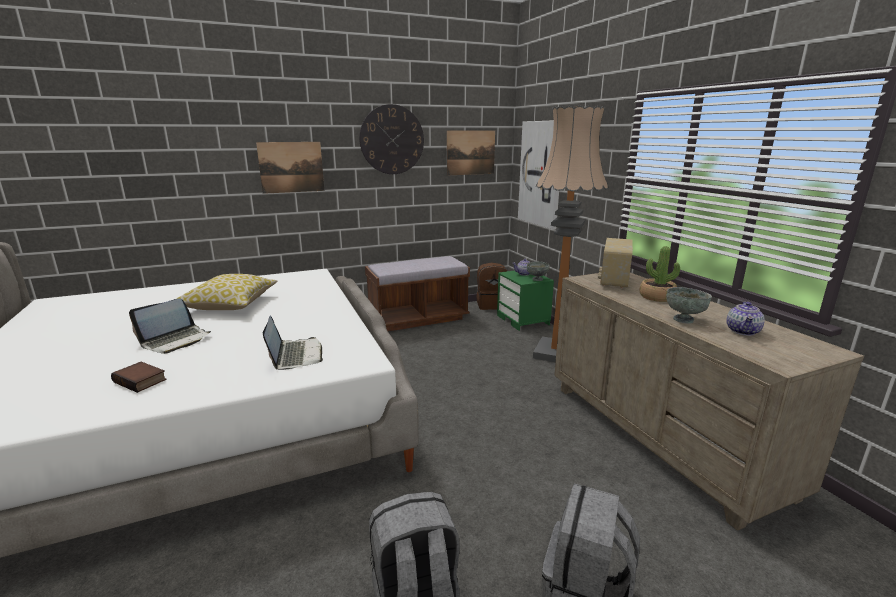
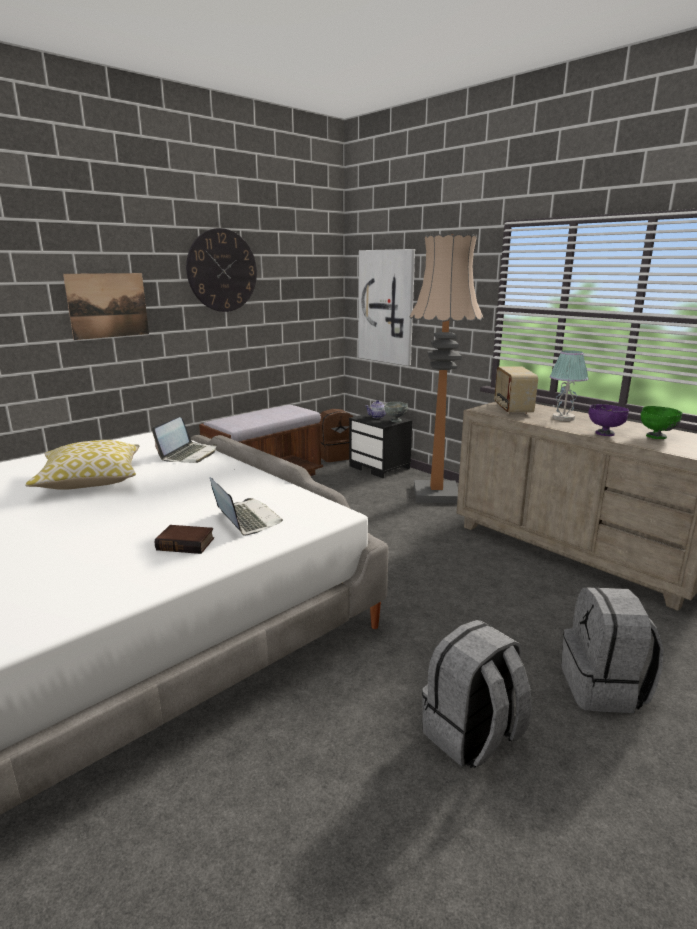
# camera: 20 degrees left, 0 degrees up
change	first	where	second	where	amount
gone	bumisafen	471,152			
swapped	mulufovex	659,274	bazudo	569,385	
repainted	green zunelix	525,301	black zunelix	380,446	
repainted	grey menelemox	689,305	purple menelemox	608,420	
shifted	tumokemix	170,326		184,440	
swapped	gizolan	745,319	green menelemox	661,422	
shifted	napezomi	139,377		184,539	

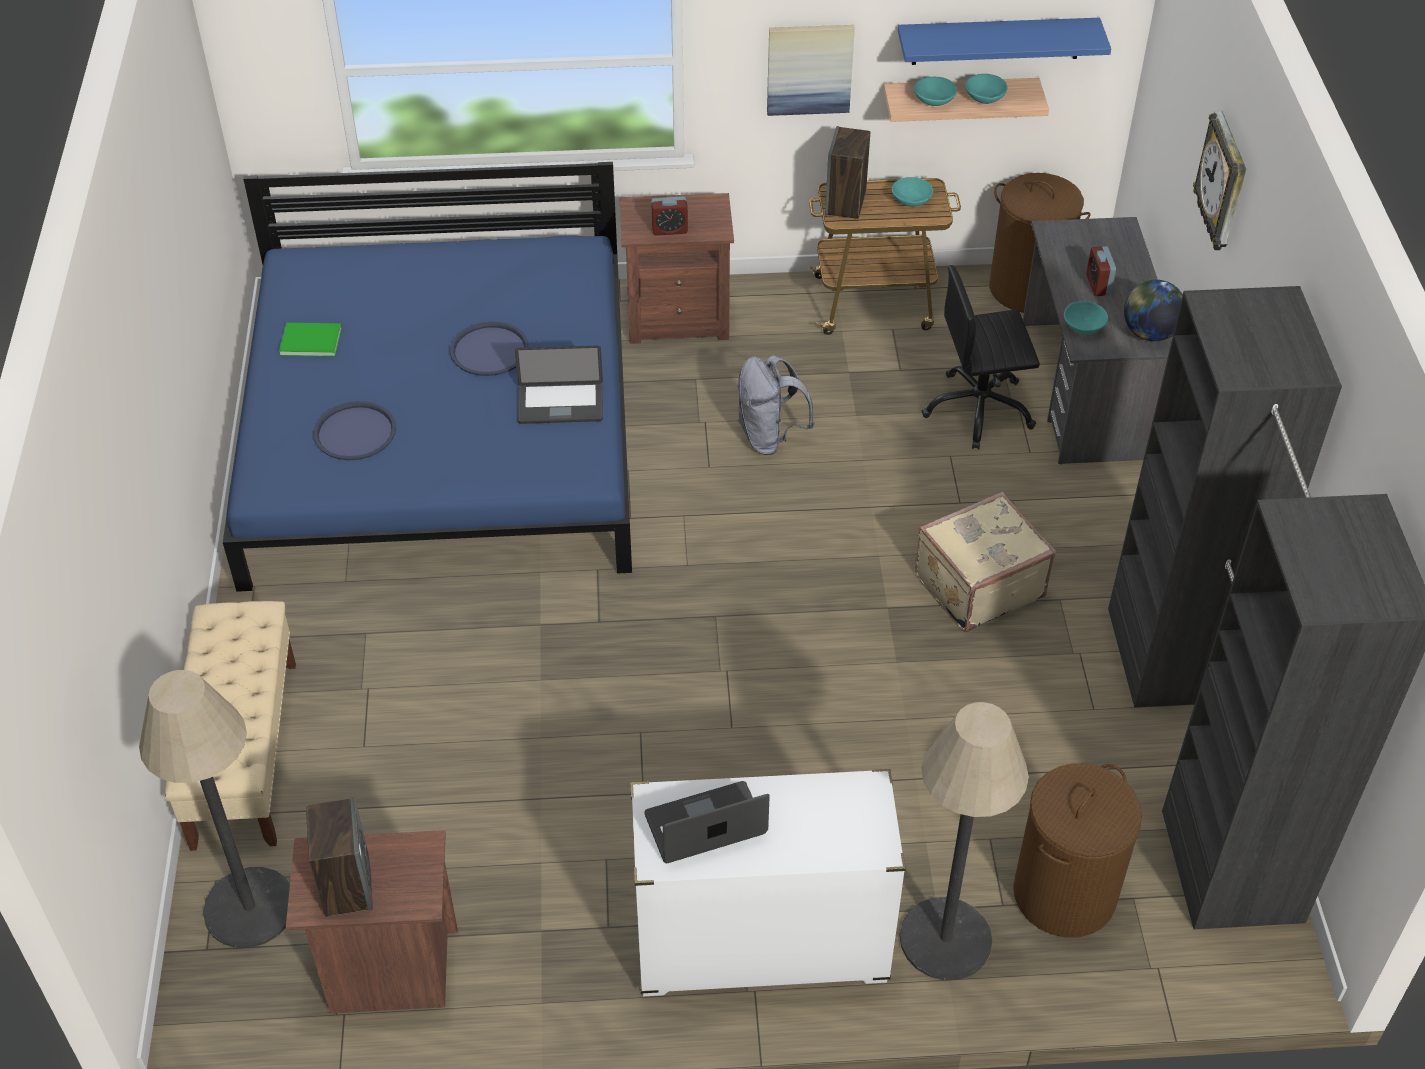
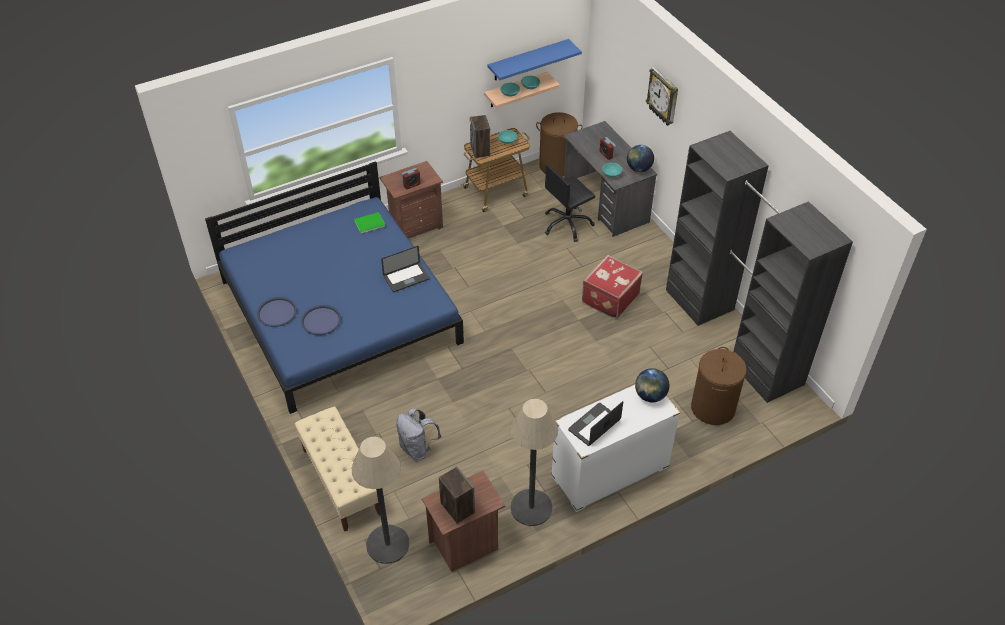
# camera: 25 degrees left, 0 degrees up
change	first	where	second	where	amount
gone	bumisafen	811,70			
shifted	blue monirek	489,348		277,312	
shifted	green napezomi	310,340		369,223	
shifted	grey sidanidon	775,405		418,434	
repainted	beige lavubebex	985,562	red lavubebex	612,287	
shifted	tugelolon	964,841		534,462	
new			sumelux	652,385	

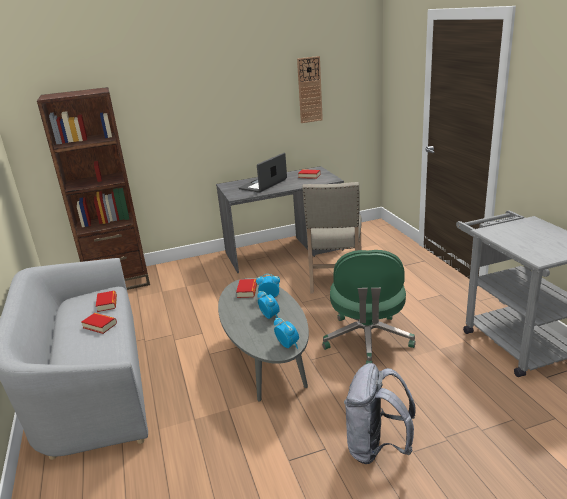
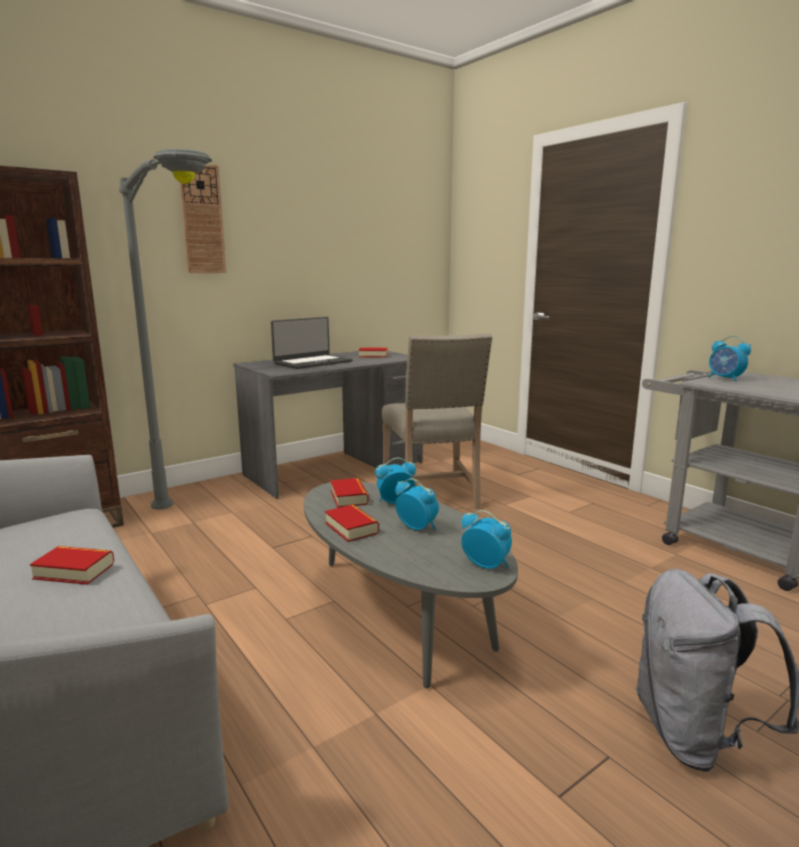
# camera: 20 degrees left, 10 degrees down
change	first	where	second	where	amount
shifted	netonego	310,89		203,218	
rotated	tumokemix	263,173		311,343	150 degrees counterclockwise
gone	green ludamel	369,307			
shifted	napezomi	106,301		352,523	
new			grey tugelolon	165,329	
new			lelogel	729,359	

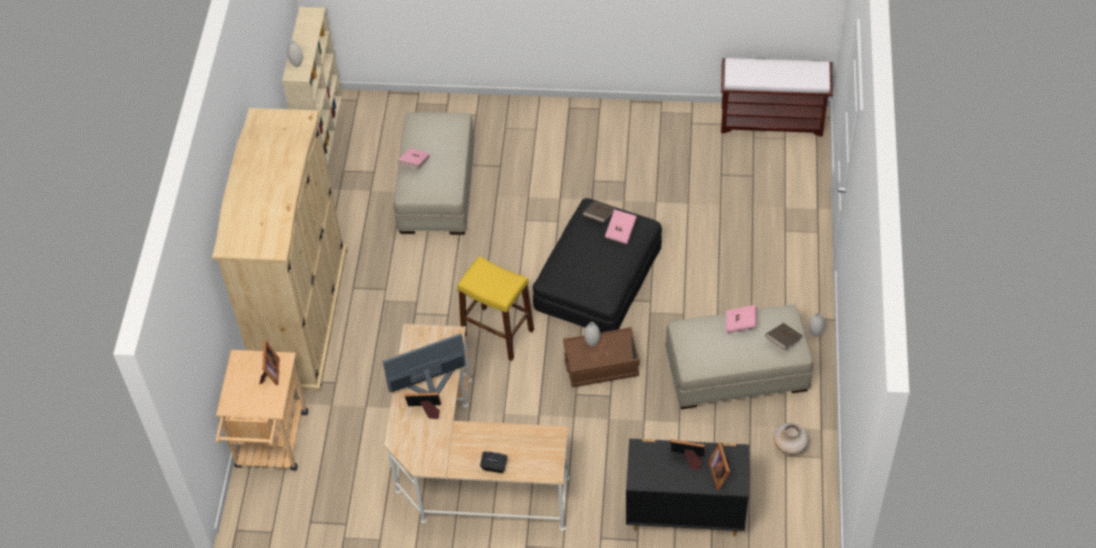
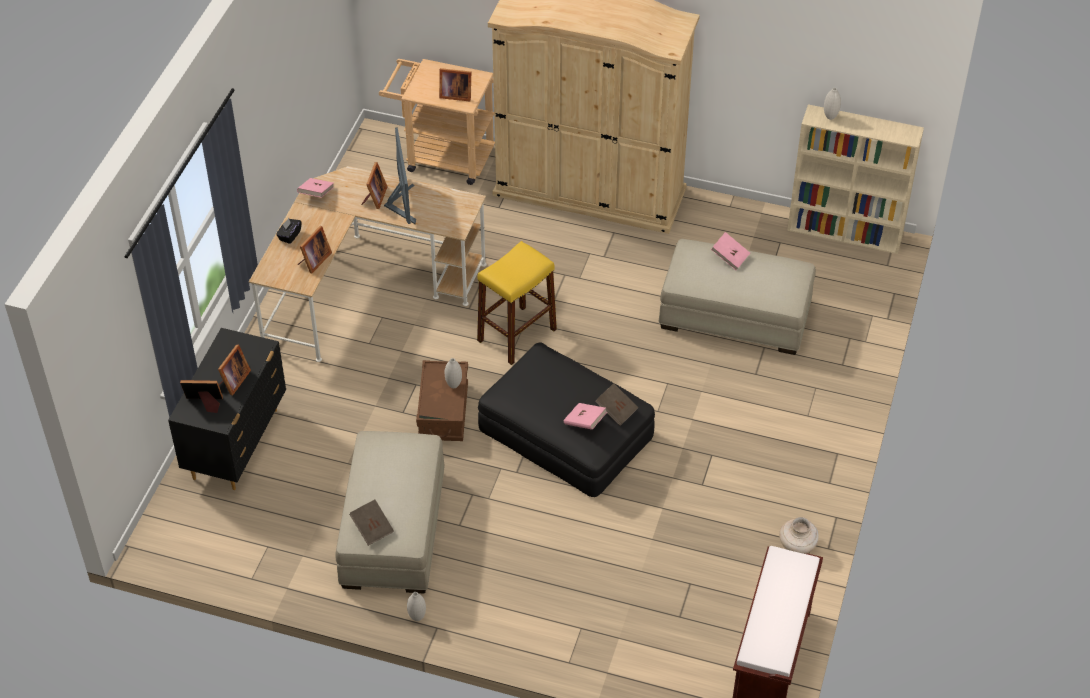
# camera: 100 degrees right, 5 degrees down
change	first	where	second	where	amount
shifted	pink napezomi	741,319		315,188	
shifted	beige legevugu	790,439		799,535	
new			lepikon	315,249	

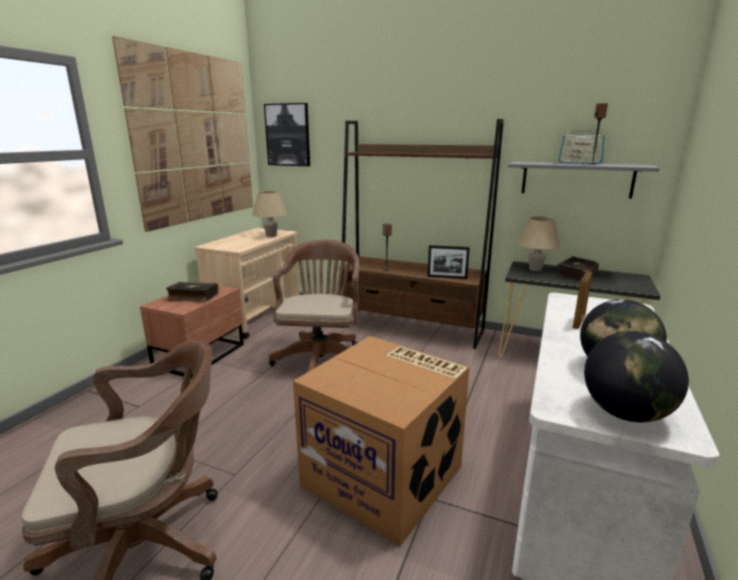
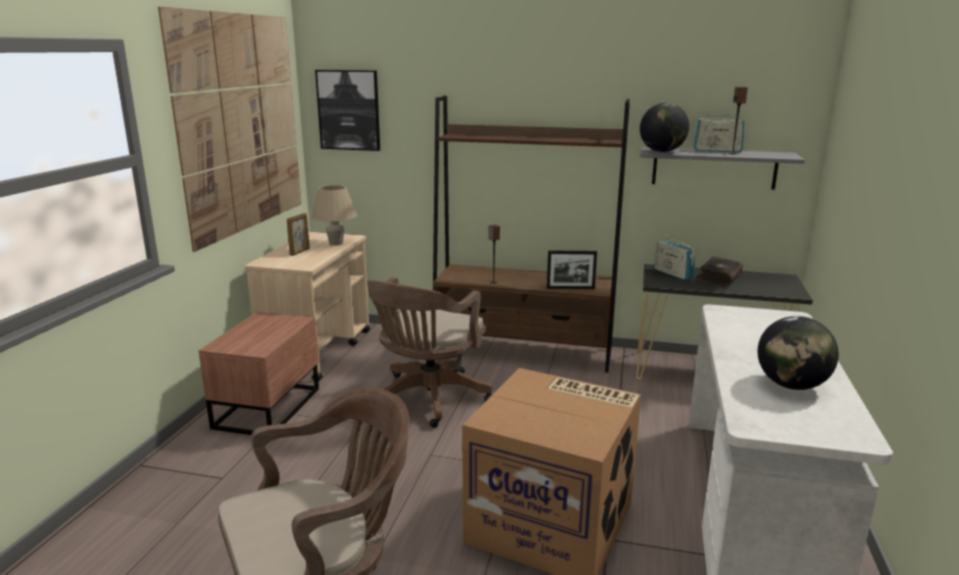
# camera: 10 degrees left, 0 degrees up
change	first	where	second	where	amount
swapped	beige bazudo	539,244	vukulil	674,257	
rotated	brown ludamel	314,306		429,352	150 degrees counterclockwise
shifted	lepikon	582,300		298,234	
gone	napezomi	192,292			
shifted	sumelux	636,376		664,127	

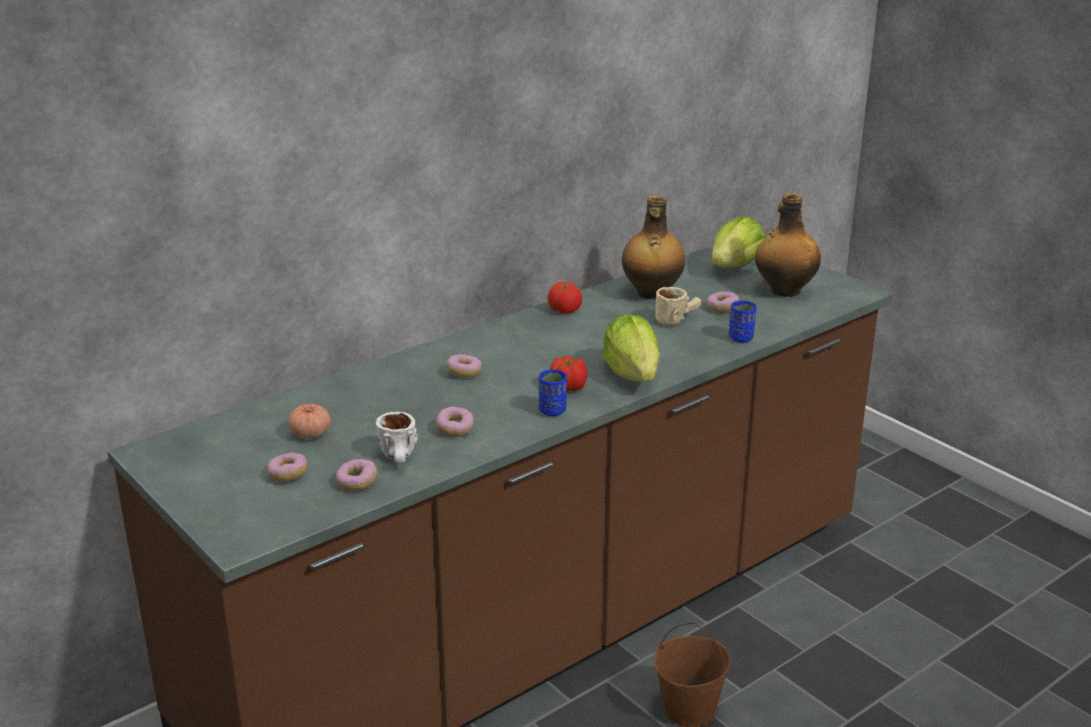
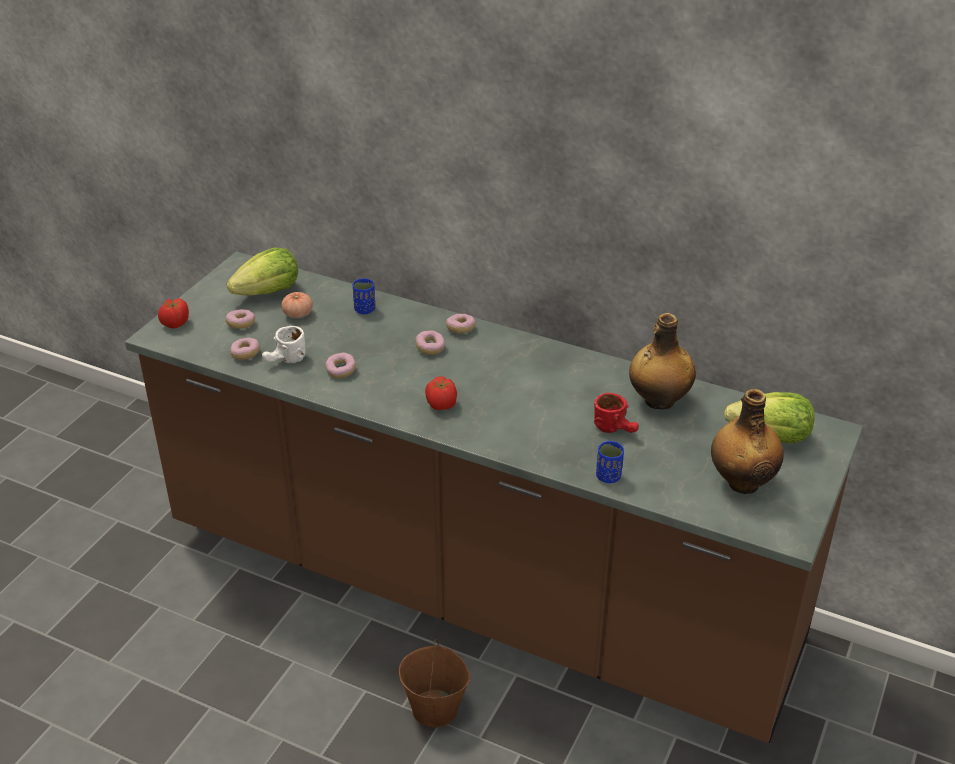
# camera: 65 degrees right, 10 degrees up
change	first	where	second	where	amount
shifted	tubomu	565,297		173,313	
repainted	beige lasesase	678,306	red lasesase	616,413	
shifted	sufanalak	723,301		461,323	
shifted	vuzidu	631,348		262,271	
shifted	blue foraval	553,392		364,296	

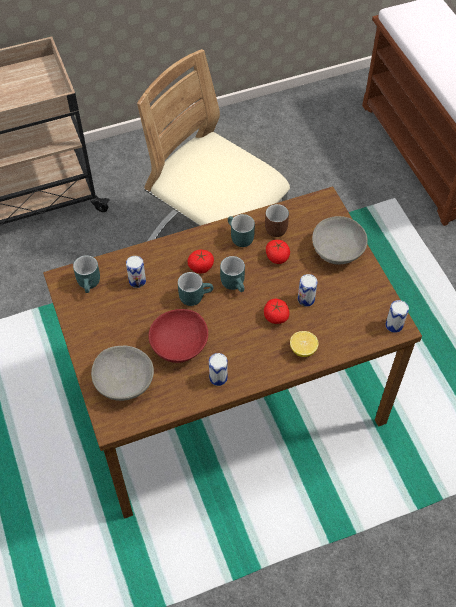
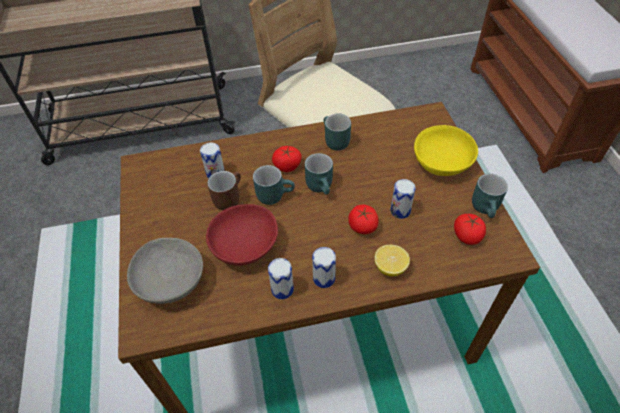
# camera: 10 degrees right, 5 degrees down
change	first	where	second	where	amount
shifted	brown lasesase	277,220		224,190	
repainted	grey menelemox	340,240	yellow menelemox	446,150	
shifted	tubomu	278,252		470,229	
shifted	turquoise lasesase	86,274		490,196	
shifted	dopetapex	397,316		324,267	

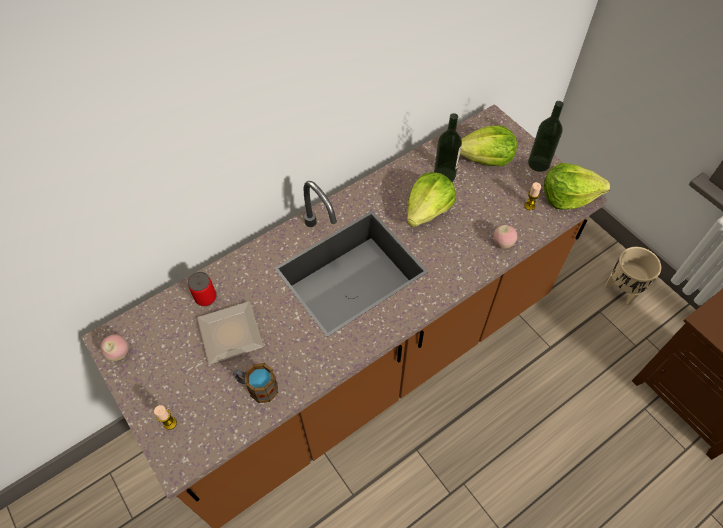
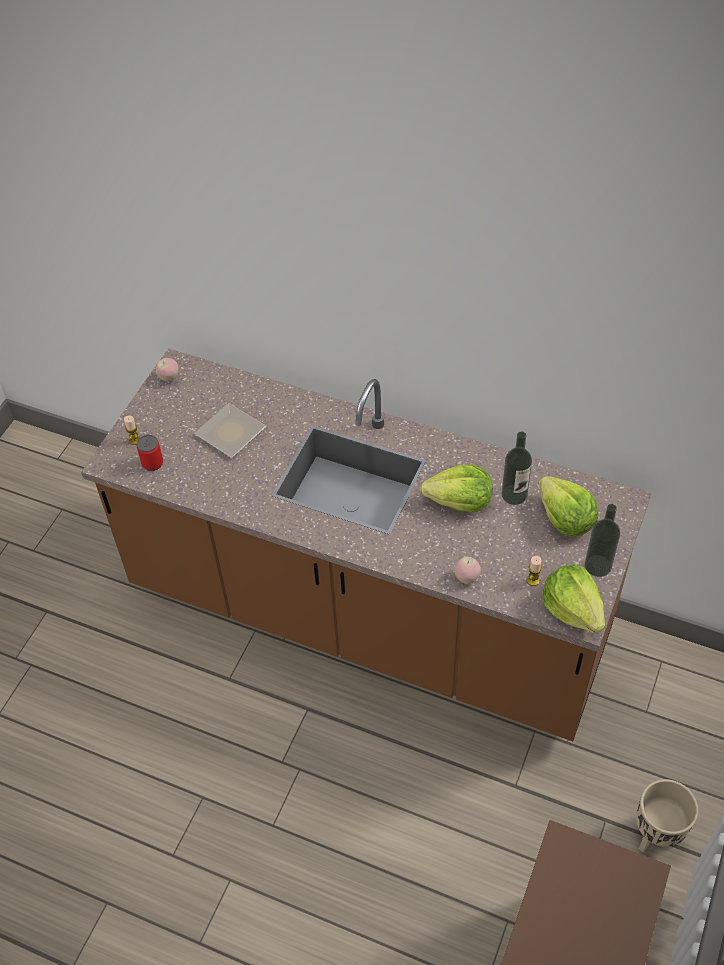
# camera: 60 degrees right, 5 degrees down
change	first	where	second	where	amount
shifted	dopetapex	202,289		150,453	
gone	lasesase	255,383			

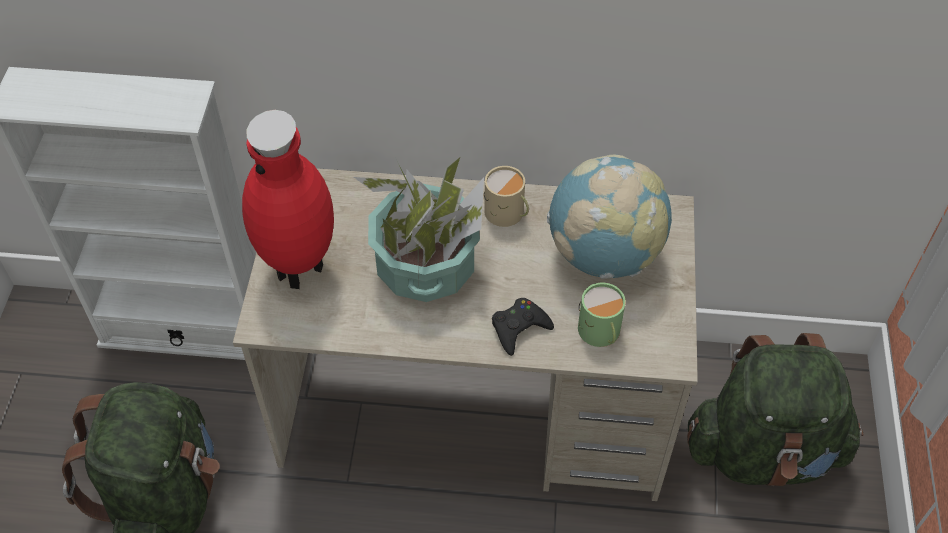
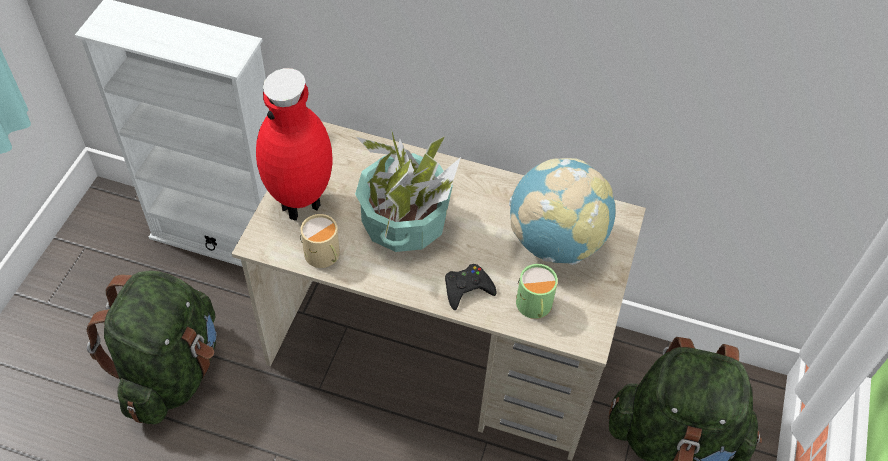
# camera: 10 degrees right, 0 degrees up
change	first	where	second	where	amount
shifted	beige lasesase	506,196		320,241	

